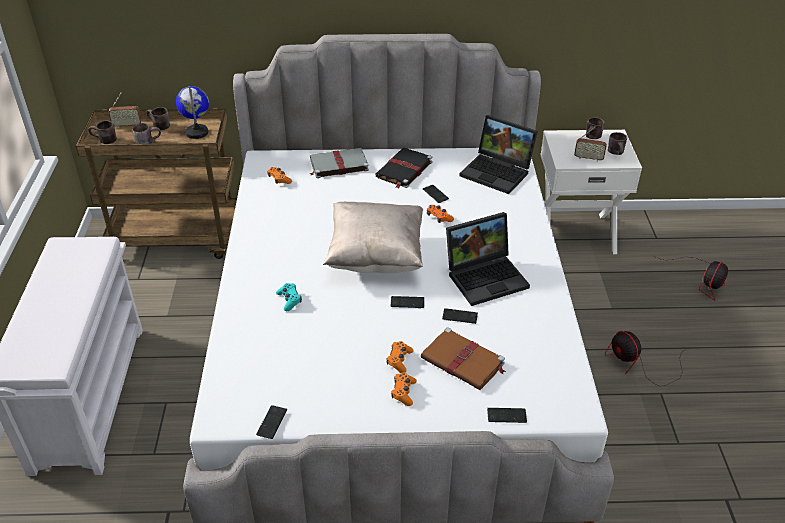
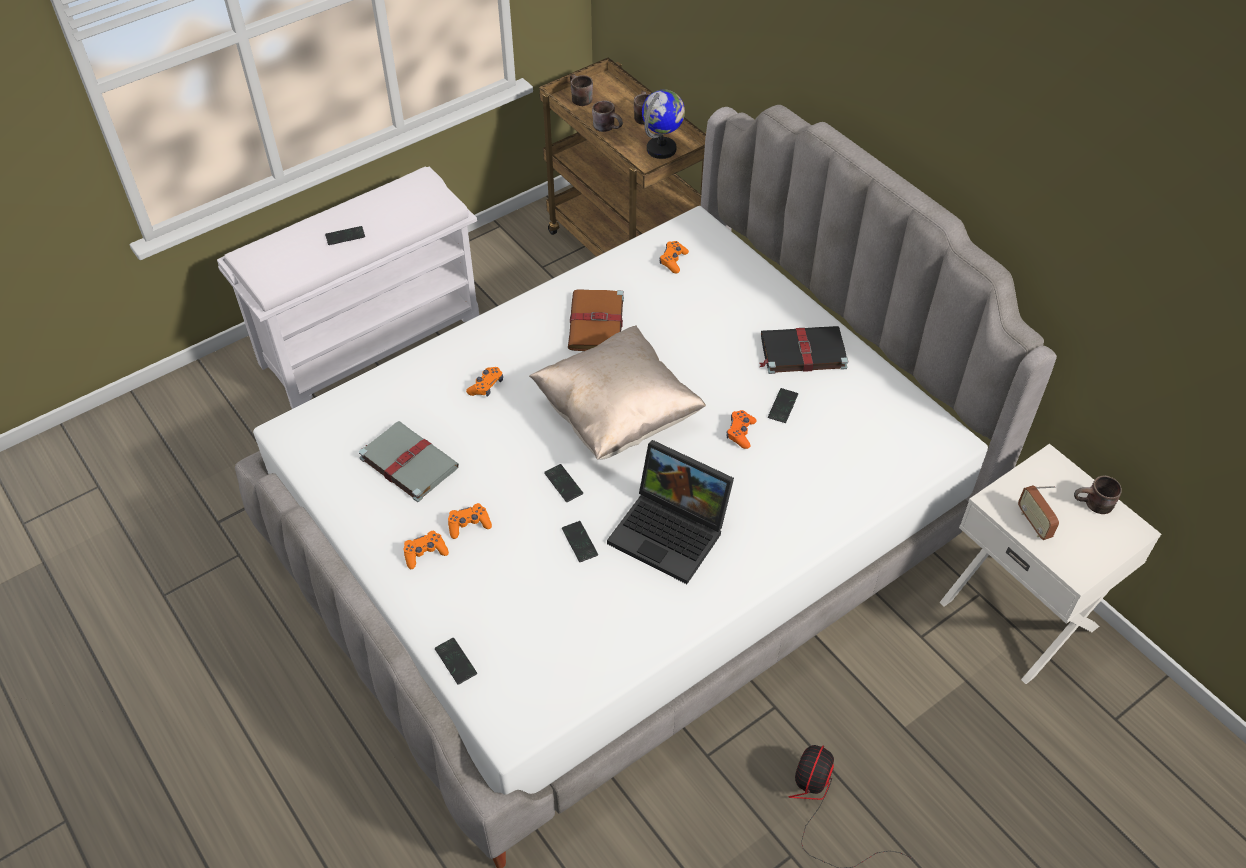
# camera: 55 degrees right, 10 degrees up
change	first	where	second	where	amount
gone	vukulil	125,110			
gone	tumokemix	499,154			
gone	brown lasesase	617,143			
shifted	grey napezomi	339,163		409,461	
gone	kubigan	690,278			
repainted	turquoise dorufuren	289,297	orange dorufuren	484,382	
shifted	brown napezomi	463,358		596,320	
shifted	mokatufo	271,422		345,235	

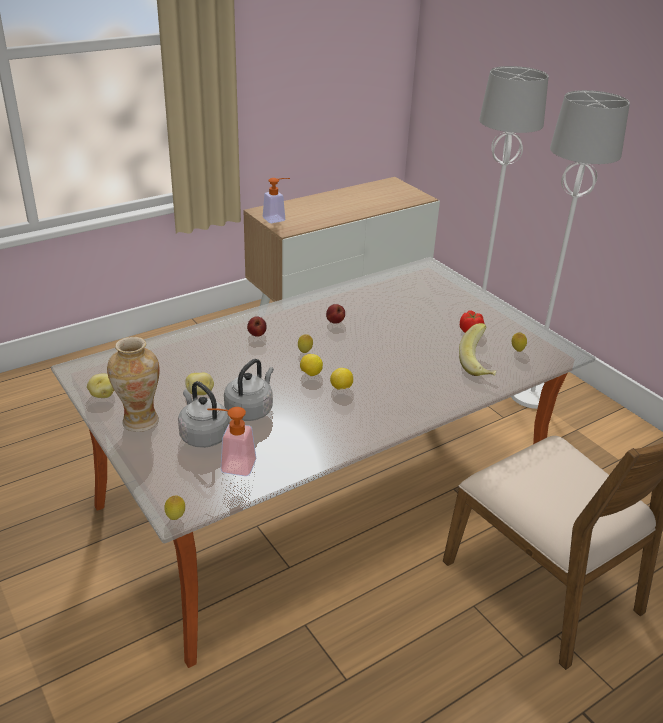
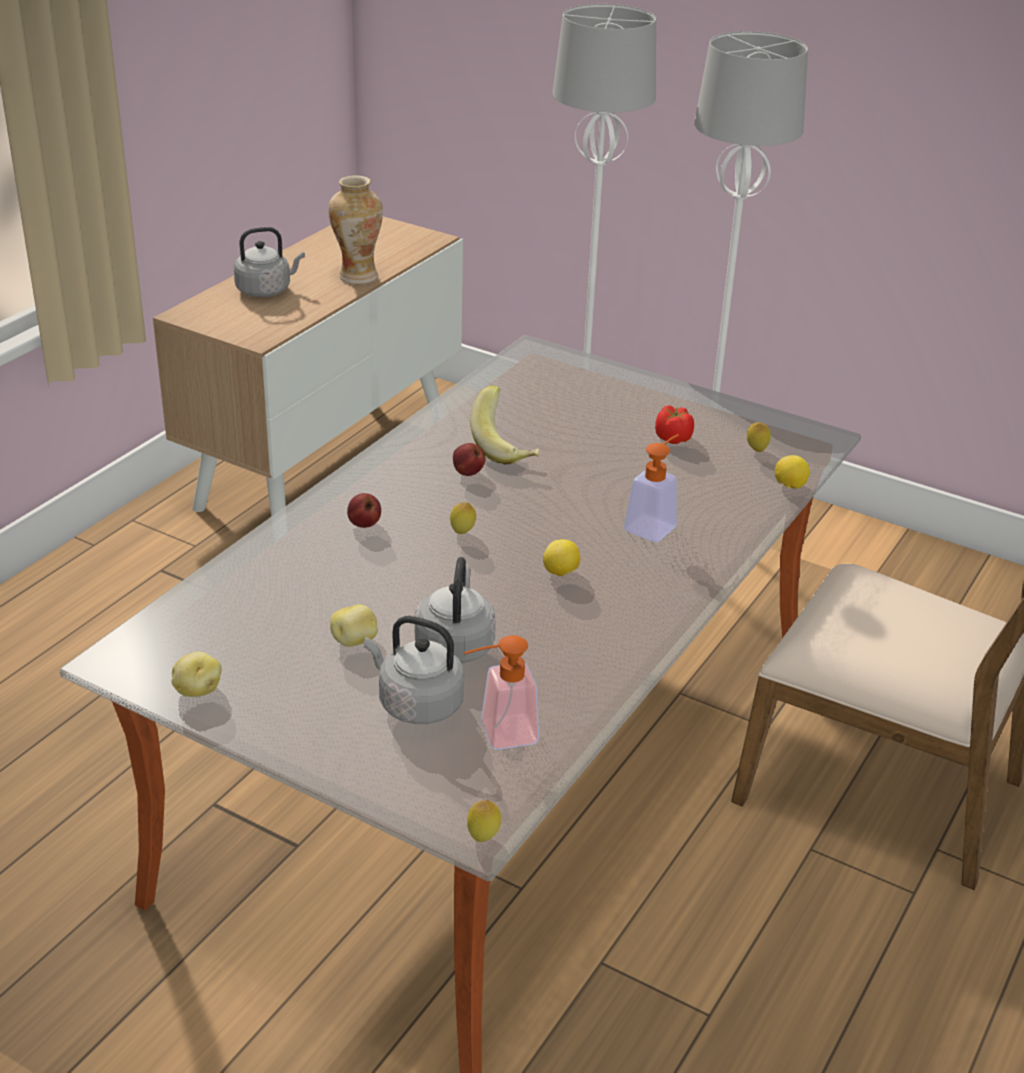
# camera: 25 degrees left, 0 degrees up
change	first	where	second	where	amount
shifted	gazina	276,200		651,488	
shifted	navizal	477,349		504,424	
shifted	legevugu	133,384		355,230	
shifted	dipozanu	311,365		792,472	
new			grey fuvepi	269,262	

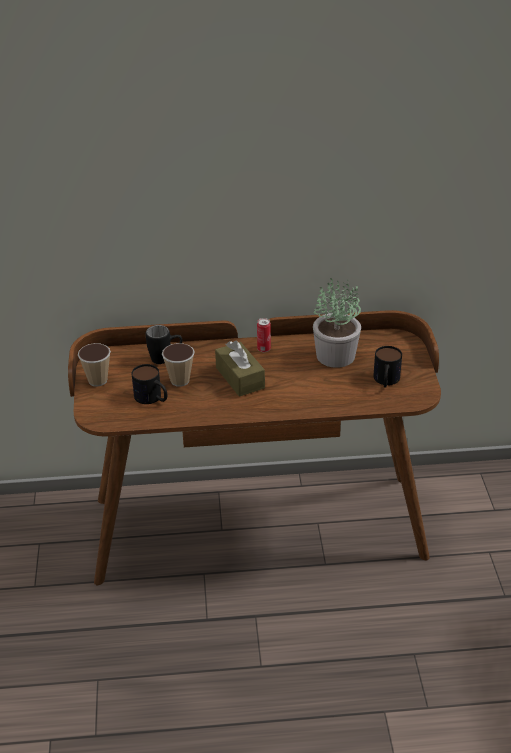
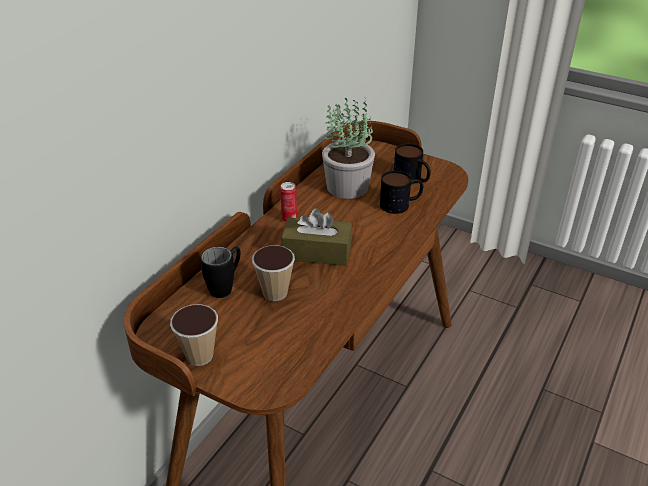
# camera: 55 degrees left, 0 degrees up
change	first	where	second	where	amount
shifted	lasesase	149,384		401,192	

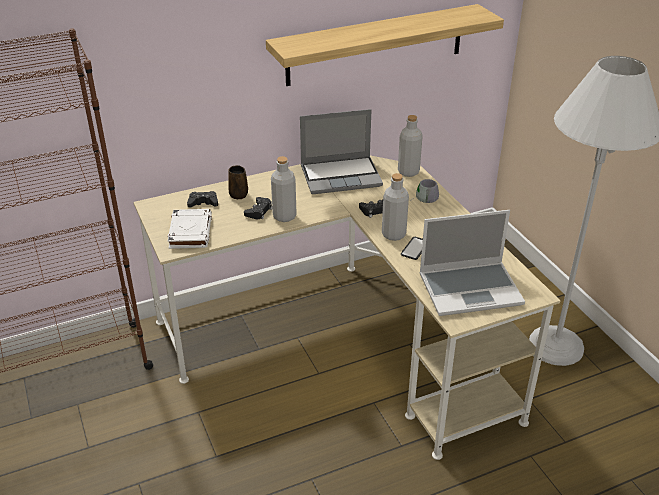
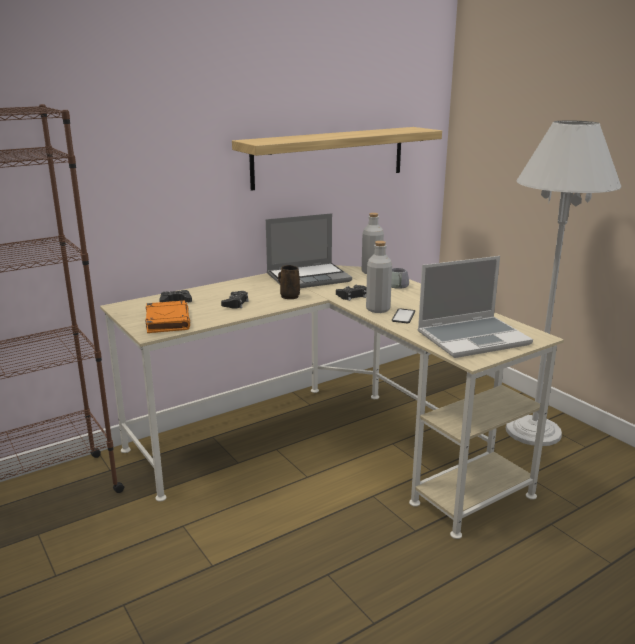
# camera: 10 degrees left, 15 degrees down
change	first	where	second	where	amount
gone	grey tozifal	284,189			
shifted	brown lasesase	238,182		289,282	
repainted	white napezomi	190,229	orange napezomi	167,317	

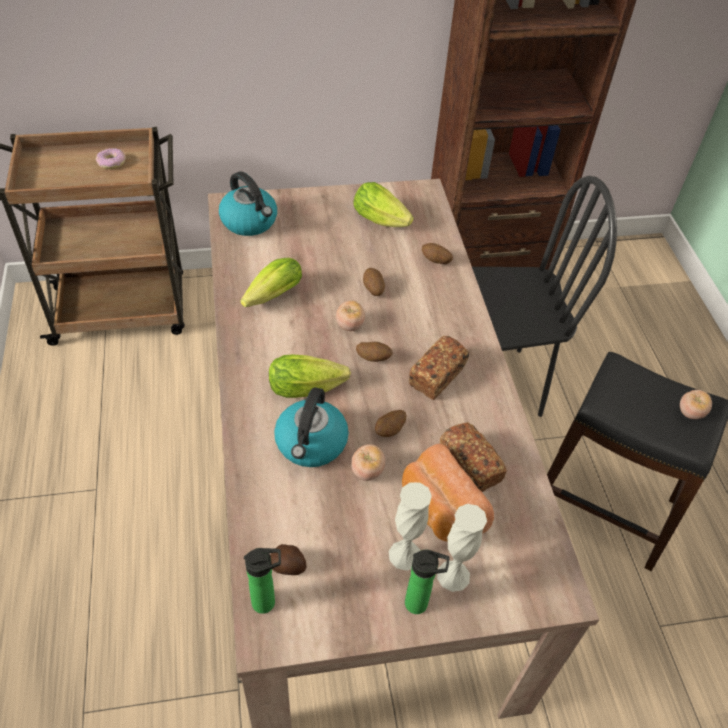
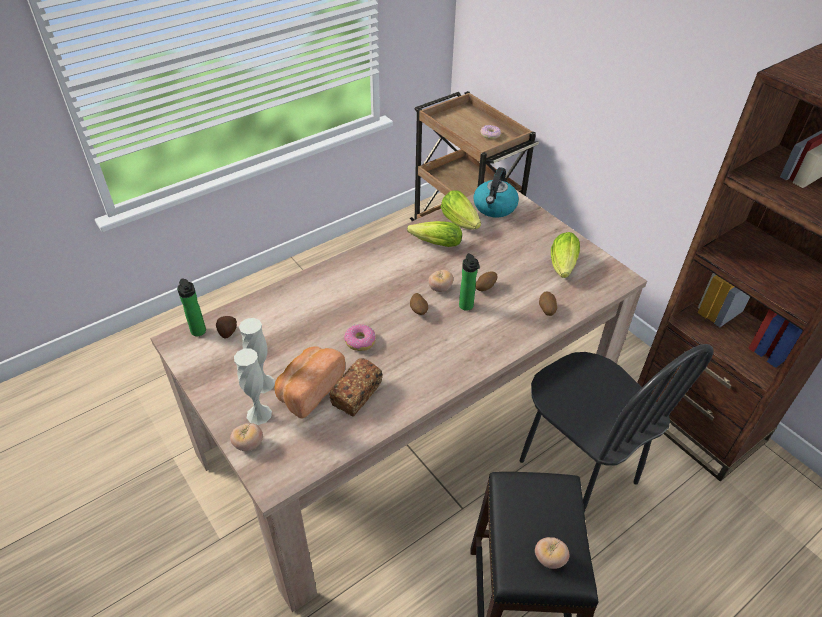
# camera: 65 degrees right, 5 degrees down
change	first	where	second	where	amount
gone	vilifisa	439,368			
shifted	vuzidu	310,376		461,210	
gone	fuvepi	311,427			
swapped	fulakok	390,423	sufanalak	360,337	
shifted	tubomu	368,462		246,437	
shifted	tozifal	427,582		469,282	

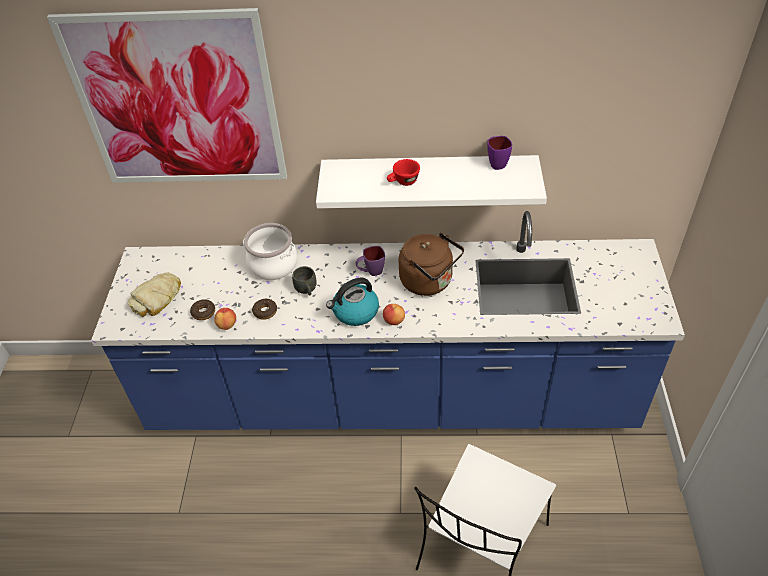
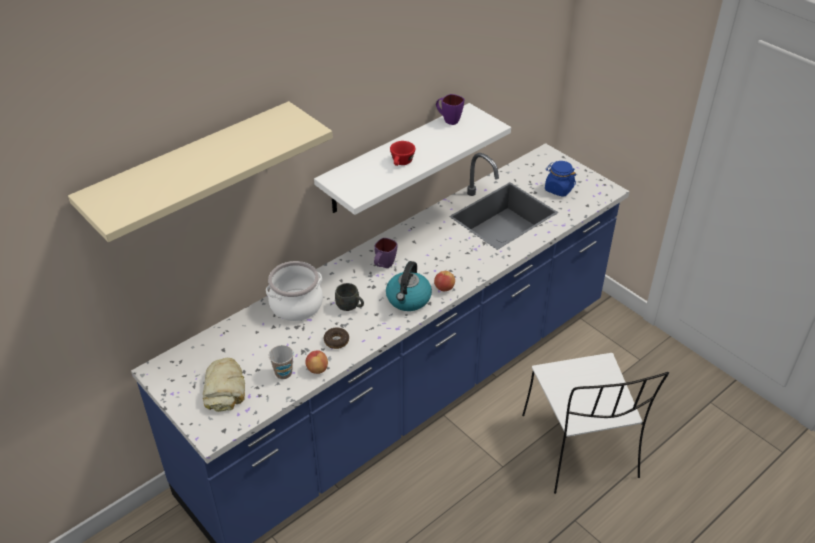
# camera: 45 degrees left, 5 degrees down
change	first	where	second	where	amount
swapped	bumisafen	167,95	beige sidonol	200,171	
gone	brown fuvepi	431,264			
swapped	sufanalak	202,309	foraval	281,362	
new			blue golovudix	560,179	

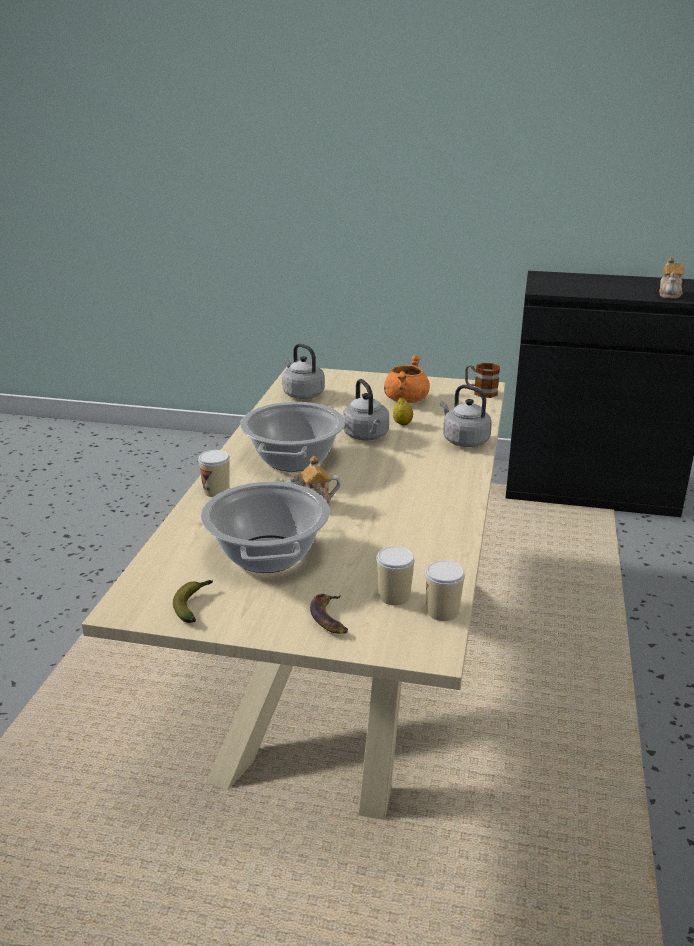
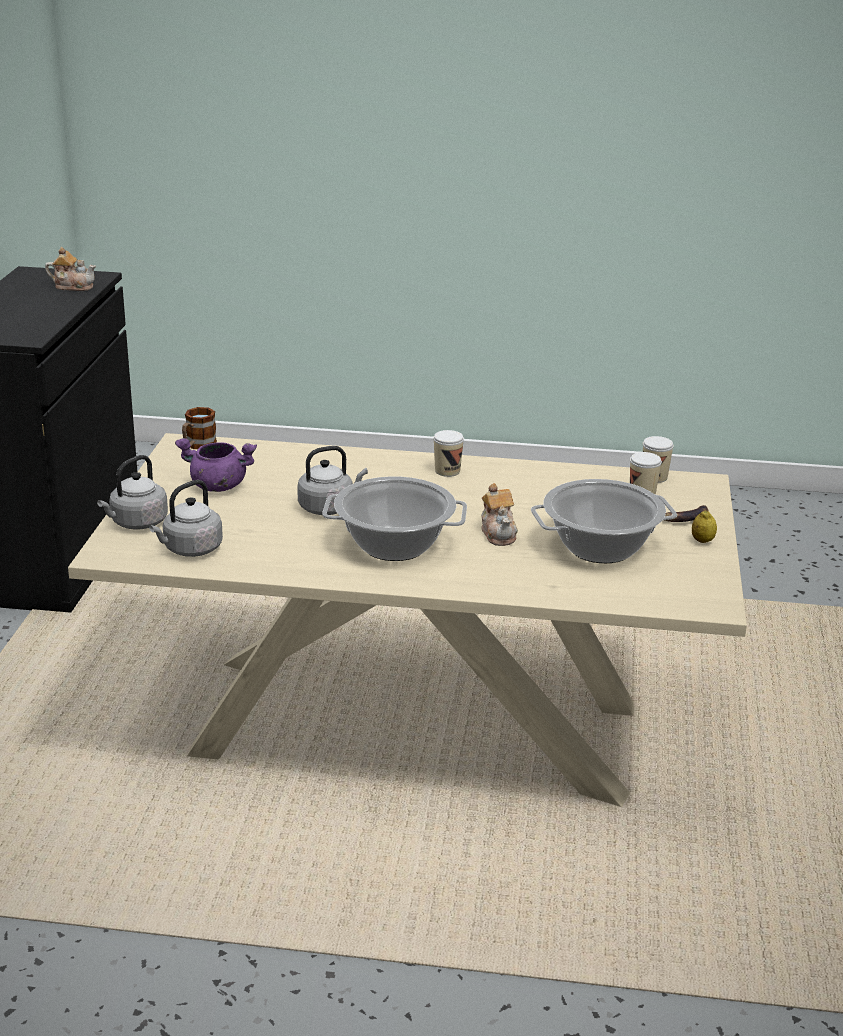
# camera: 95 degrees left, 0 degrees up
change	first	where	second	where	amount
repainted	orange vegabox	407,379	purple vegabox	216,465	
shifted	grey fuvepi	466,416		132,492	
shifted	dipozanu	403,411		704,527	
shifted	foraval	214,473		448,453	
gone	navizal	193,601			

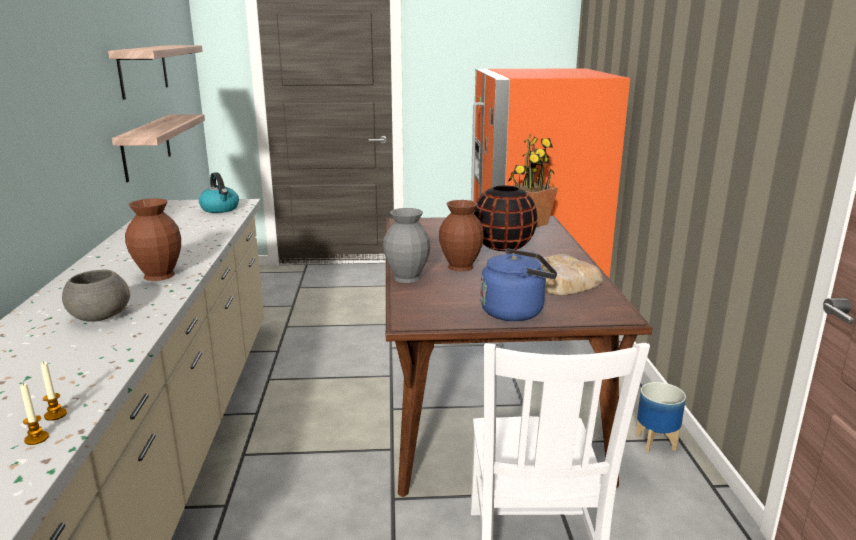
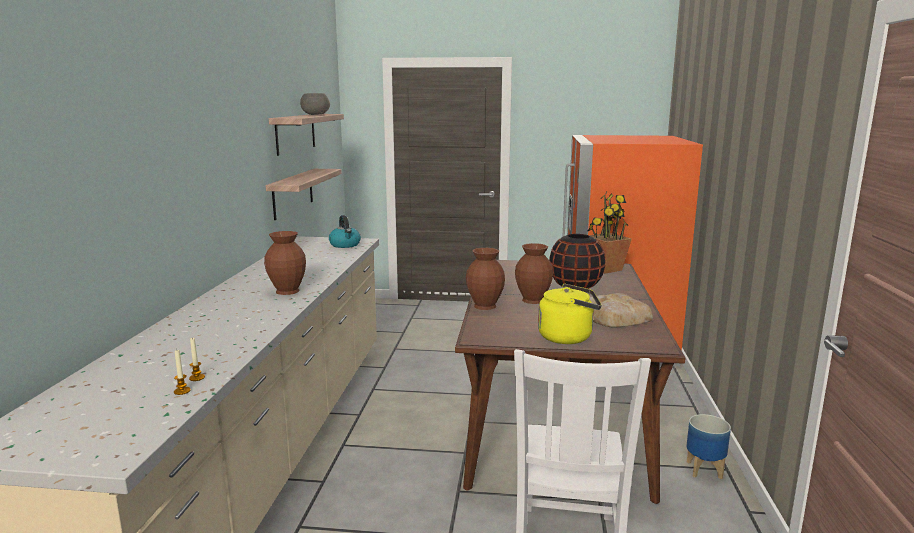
# camera: 10 degrees right, 5 degrees down
change	first	where	second	where	amount
repainted	grey legevugu	407,245	brown legevugu	485,279	
repainted	blue fuvepi	518,285	yellow fuvepi	569,314	
shifted	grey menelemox	96,295		315,104	

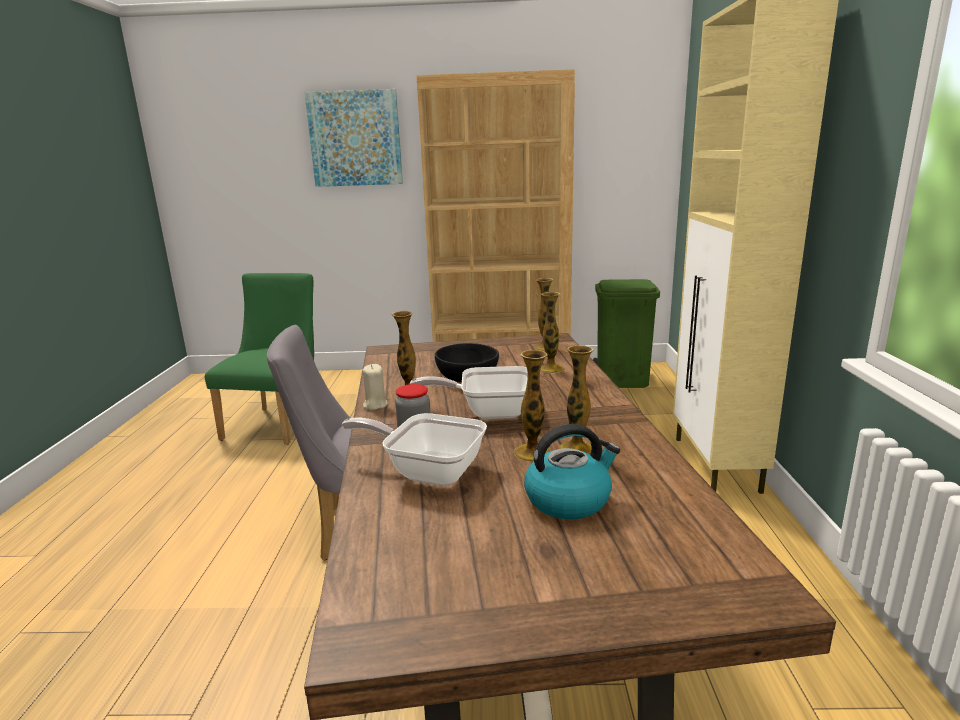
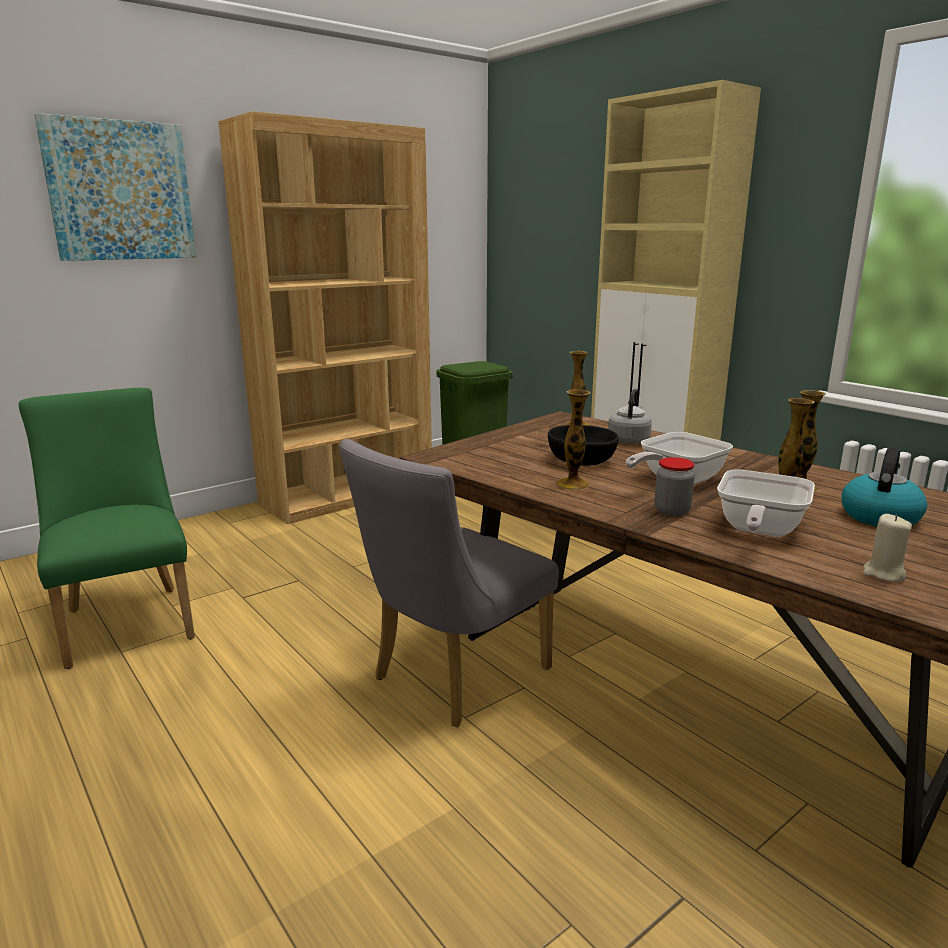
# camera: 40 degrees left, 0 degrees up
change	first	where	second	where	amount
swapped	legevugu	552,332	grey fuvepi	630,416	
shifted	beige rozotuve	375,387		887,548	
rotated	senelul	414,449		766,503	45 degrees counterclockwise

